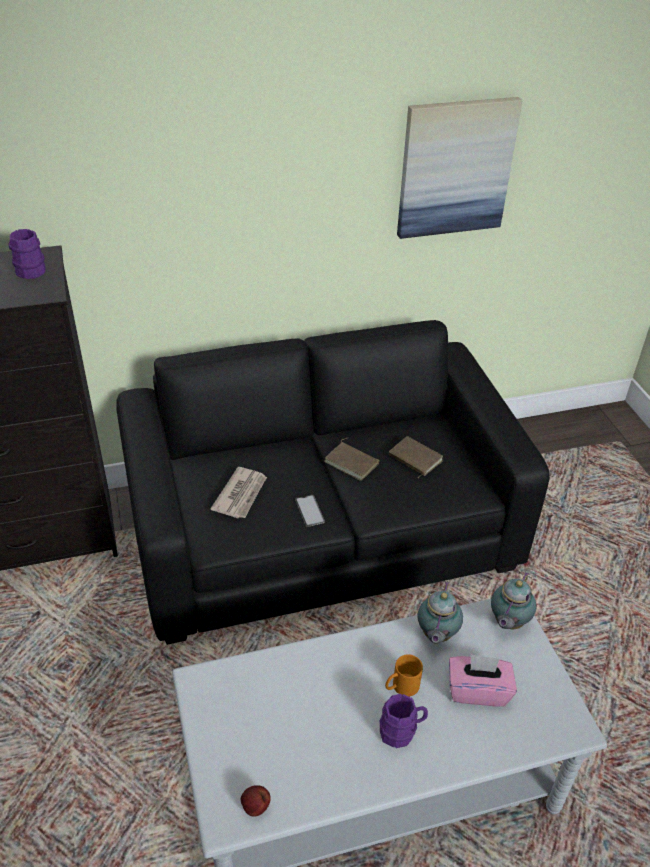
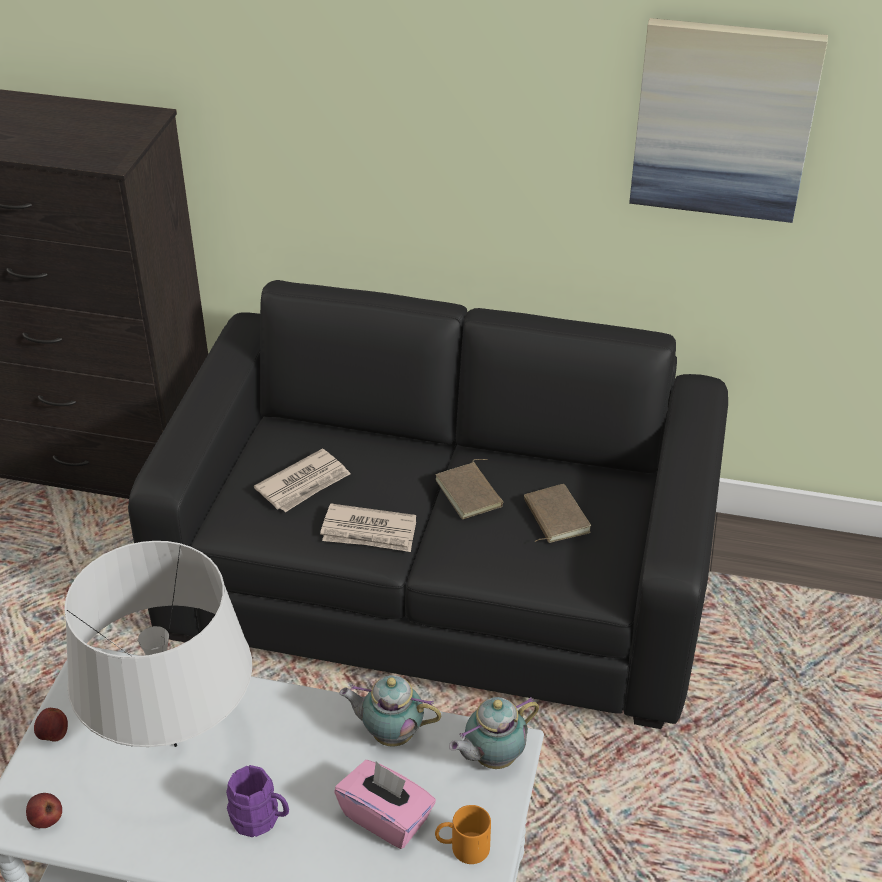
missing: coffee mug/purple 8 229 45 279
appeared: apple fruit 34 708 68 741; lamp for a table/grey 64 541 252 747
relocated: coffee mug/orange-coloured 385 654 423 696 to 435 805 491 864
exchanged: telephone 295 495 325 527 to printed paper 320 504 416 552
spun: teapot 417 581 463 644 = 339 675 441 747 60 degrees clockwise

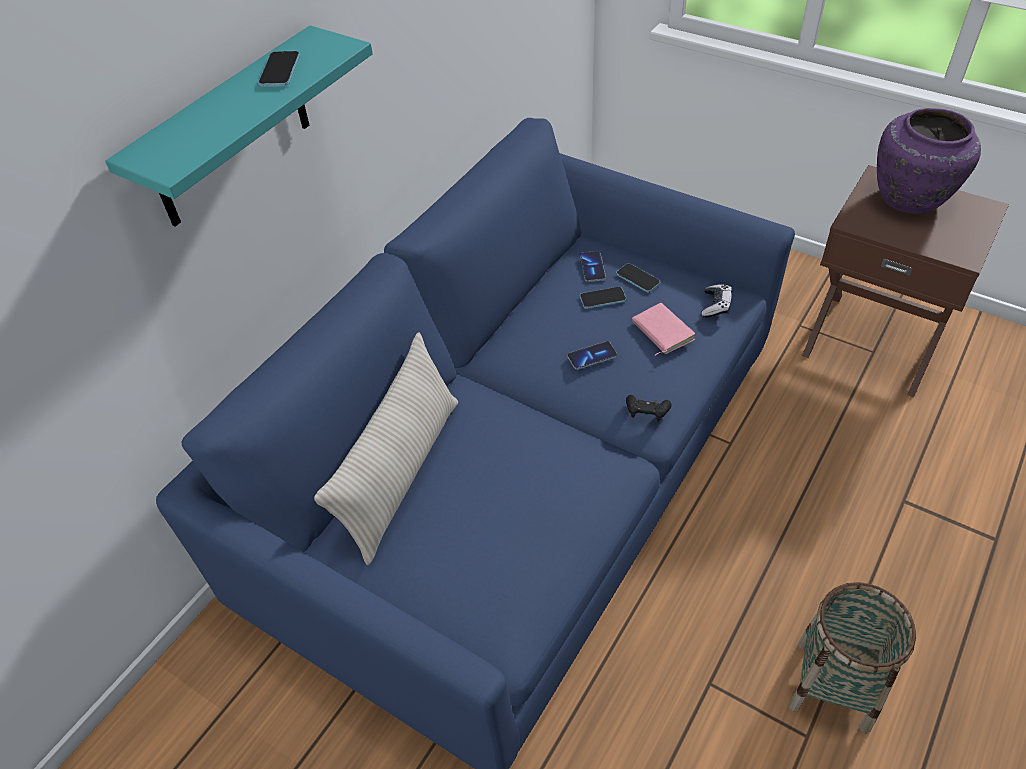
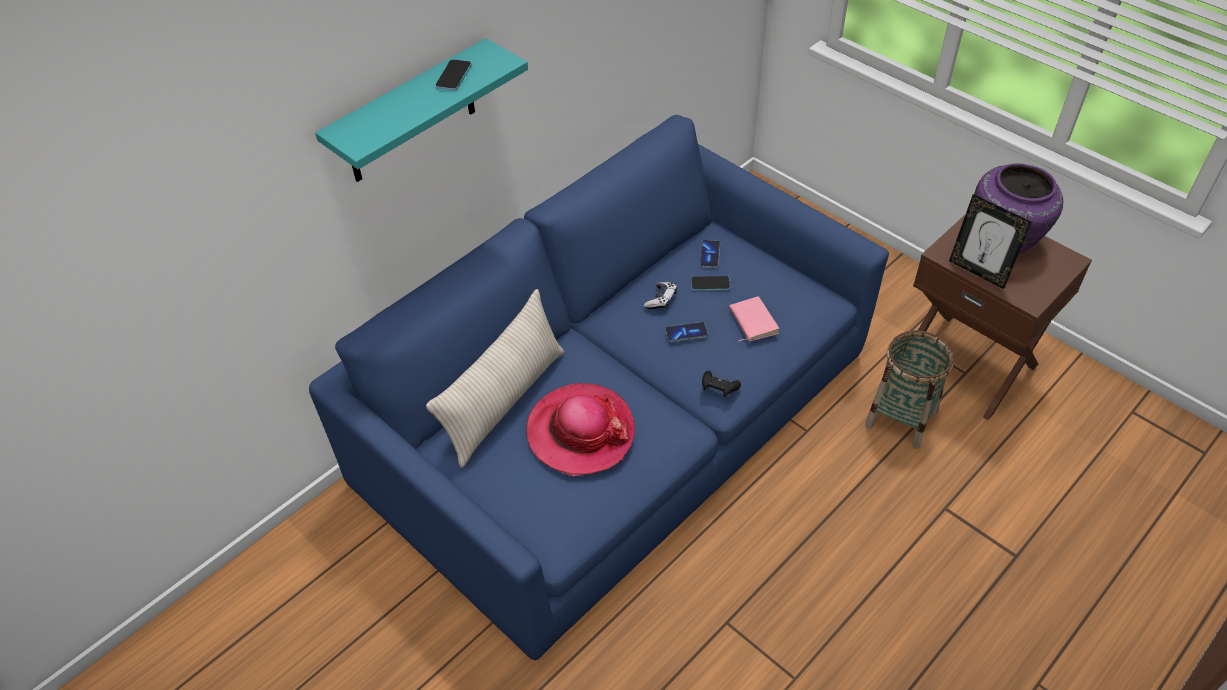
missing: telephone 616 263 660 293
appeared: hat 527 383 635 476; standing frame 949 194 1031 289
relocated: game controller 701 284 732 317 to 644 282 677 309; storage basket 788 582 916 734 to 865 330 954 449

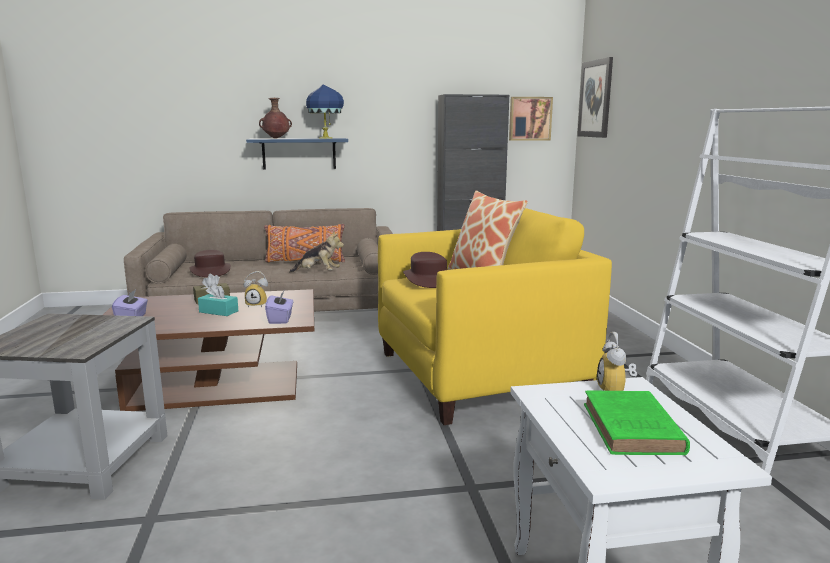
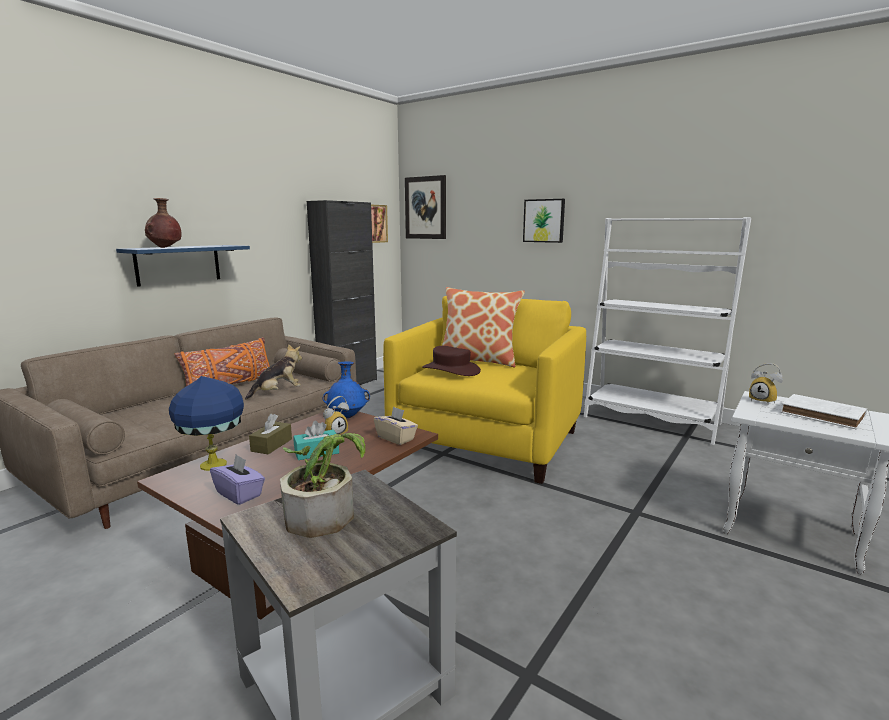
missing: hat/brownish 190 250 231 277
appeared: houseplant 280 433 365 538; vase/blue 323 361 370 418; wall art 523 199 565 243
relocated: lamp for a table/blue 306 84 344 139 to 169 376 244 471
colour: tissue box/purple 265 291 293 324 to tissue box/beige-coloured 374 406 418 445; book/greenish 584 390 690 455 to book/white-coloured 781 394 867 430

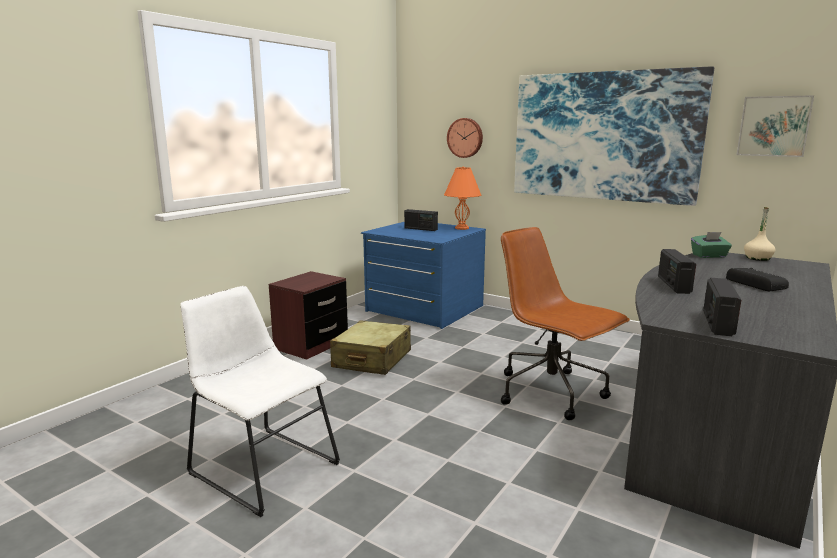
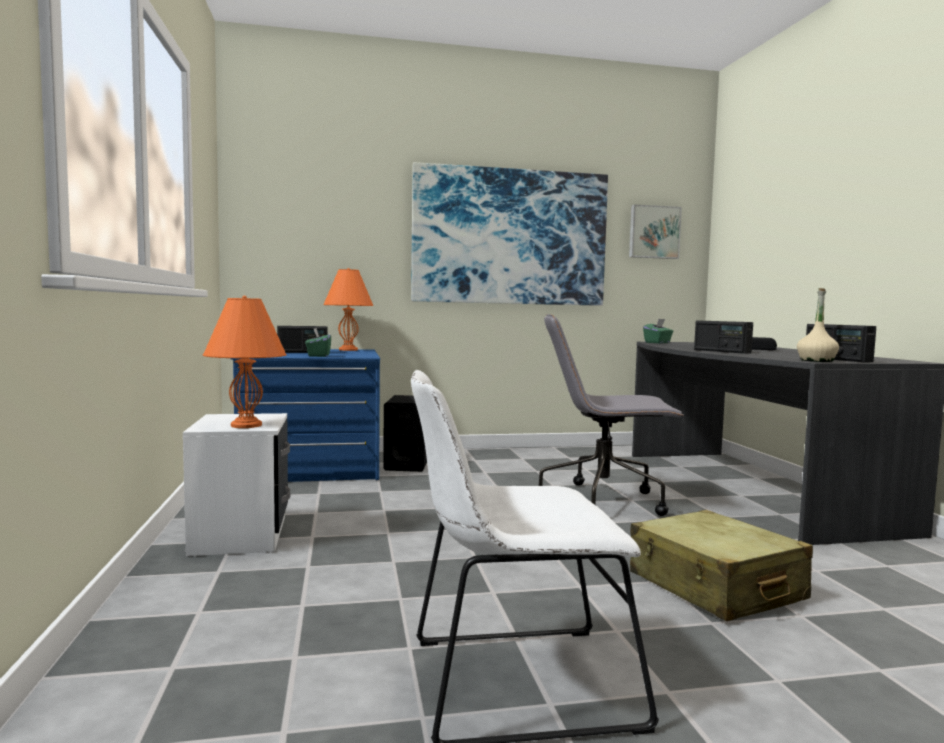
missing: clock on the wall 447 118 483 158
appeared: lamp for a table/orange-coloured 203 296 286 428; tissue box/greenish 305 328 331 357; speaker/blackish 383 395 427 472
relocated: travel case/beige-coloured 330 320 411 375 to 630 510 813 621; drink bottle/beige-coloured 744 207 775 261 to 797 288 839 362
colour: bedside table/brownish 269 271 348 360 to bedside table/white-coloured 183 413 290 556; computer chair/brownish 501 227 630 420 to computer chair/grey 539 314 684 516

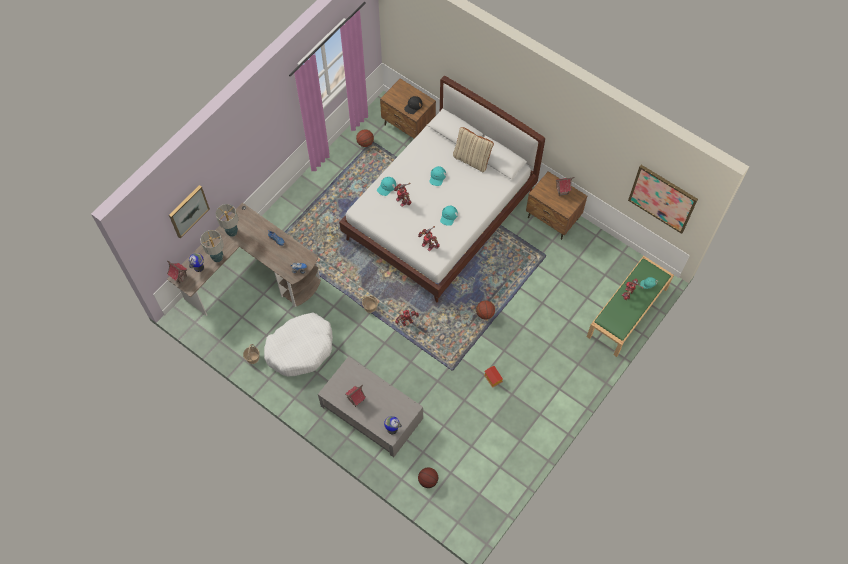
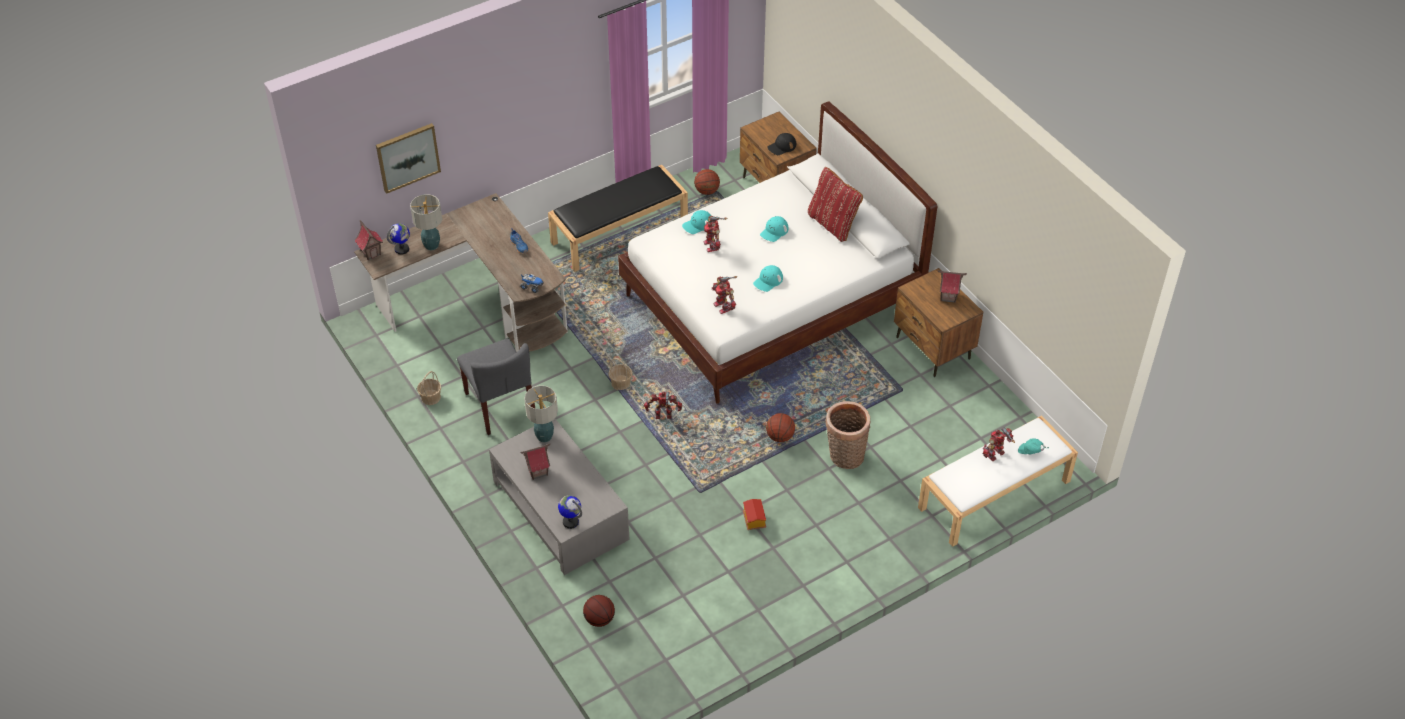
missing: wall art 628 165 698 234
appeared: long seat/blackish 548 165 688 272; storage basket 826 401 871 469
relocated: lamp for a table 215 204 239 237 to 524 385 558 442
exchanged: dog bed/white-coloured 264 312 333 376 to upright chair/grey 457 338 536 435
colour: cushion/beige-coloured 453 127 494 172 to cushion/red-coloured 808 167 863 242; long seat/greenish 587 256 674 357 to long seat/white-coloured 918 416 1078 547

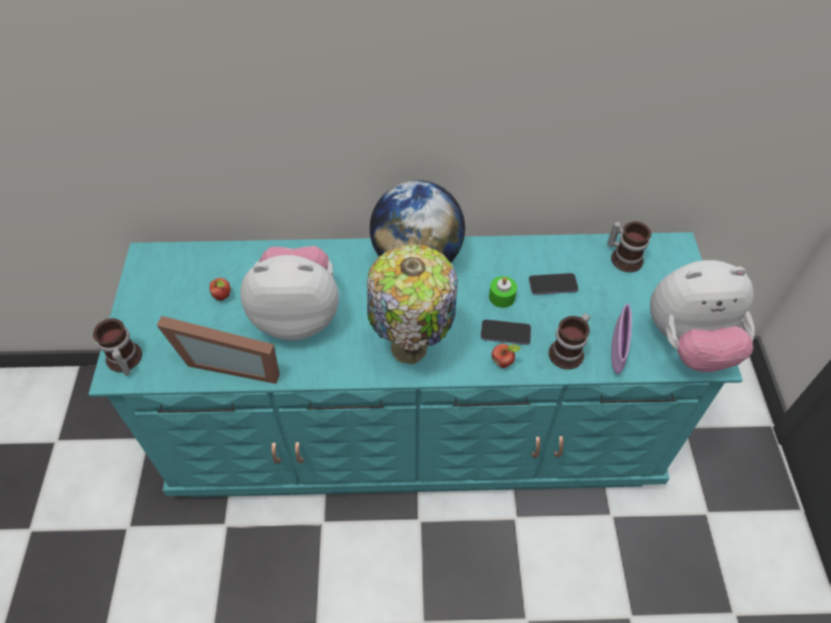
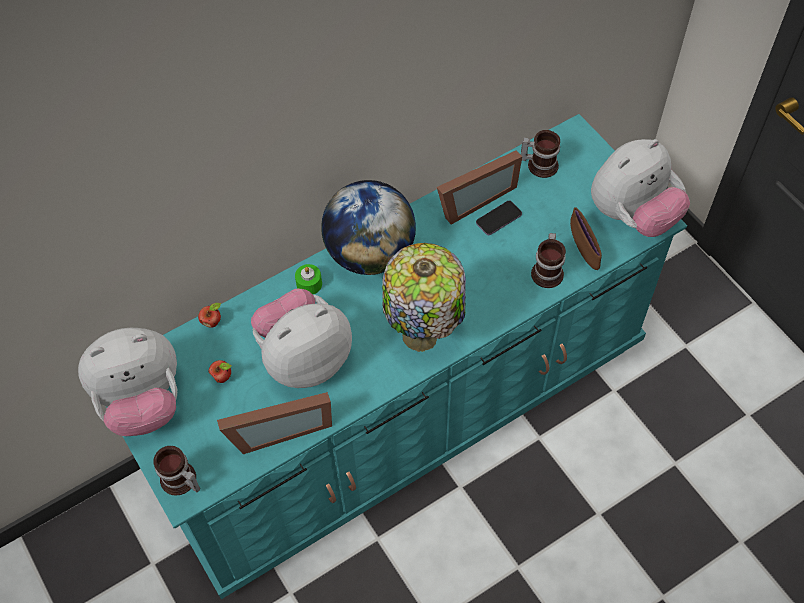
missing: telephone 481 319 531 345
appeared: cuddly toy 78 328 177 436; standing frame 437 150 522 225
relocated: candle/greenish 489 276 517 308 to 295 264 322 294; apple fruit 492 344 521 368 to 198 303 221 327
colour: serving bowl/purple 611 304 632 374 to serving bowl/brownish 570 207 602 270

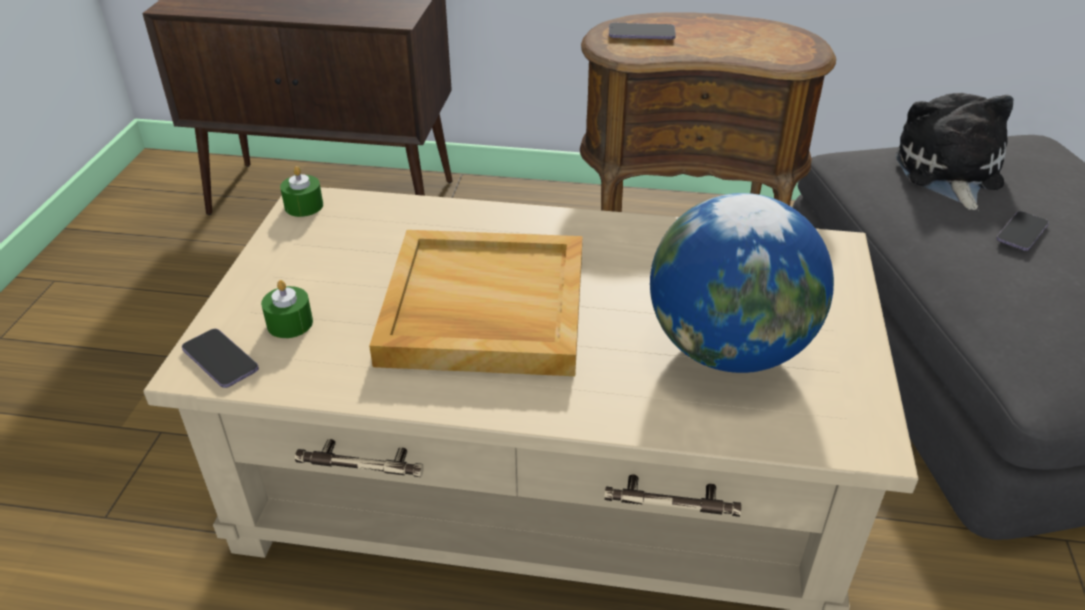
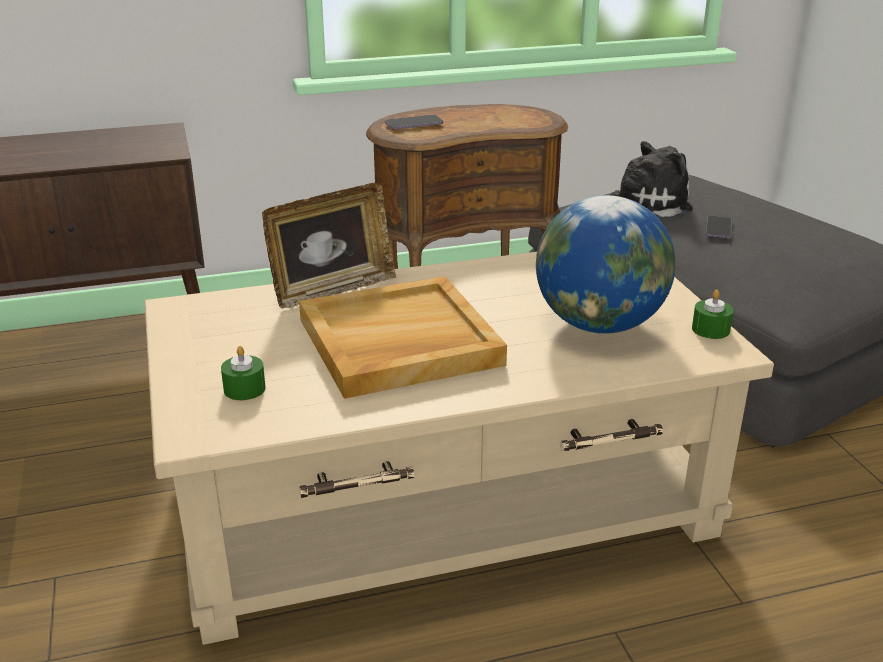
missing: telephone 182 329 259 388
appeared: standing frame 262 182 396 309
relocated: candle/greenish 280 166 323 217 to 692 290 733 339
spun: cuddly toy 895 93 1013 210 = 611 141 693 217 90 degrees clockwise

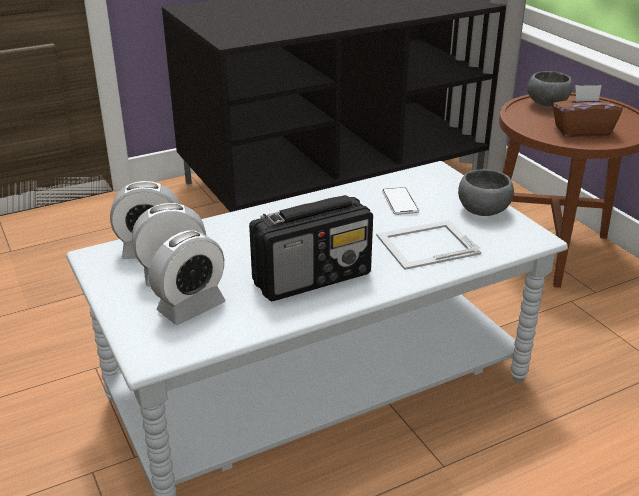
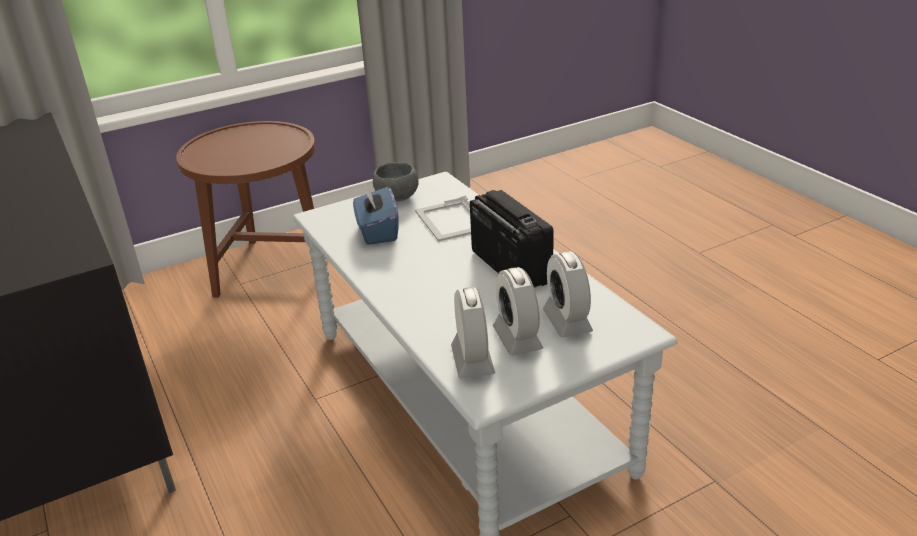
missing: serving bowl/grey 527 71 572 106; tissue box/brownish 552 85 623 137
exchanged: telephone 382 187 419 215 to tissue box/blue 353 184 398 245
spun: bedside clock 149 231 225 325 = 543 251 593 338 150 degrees counterclockwise

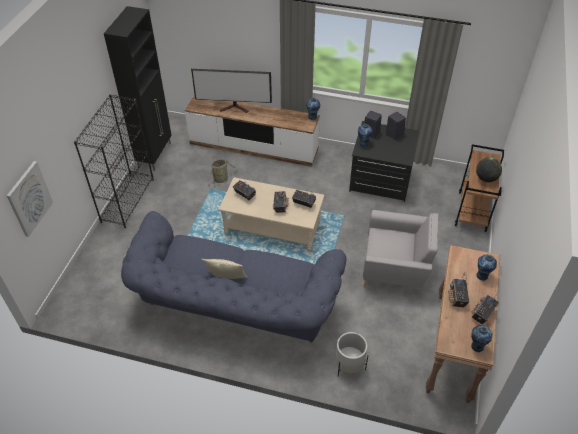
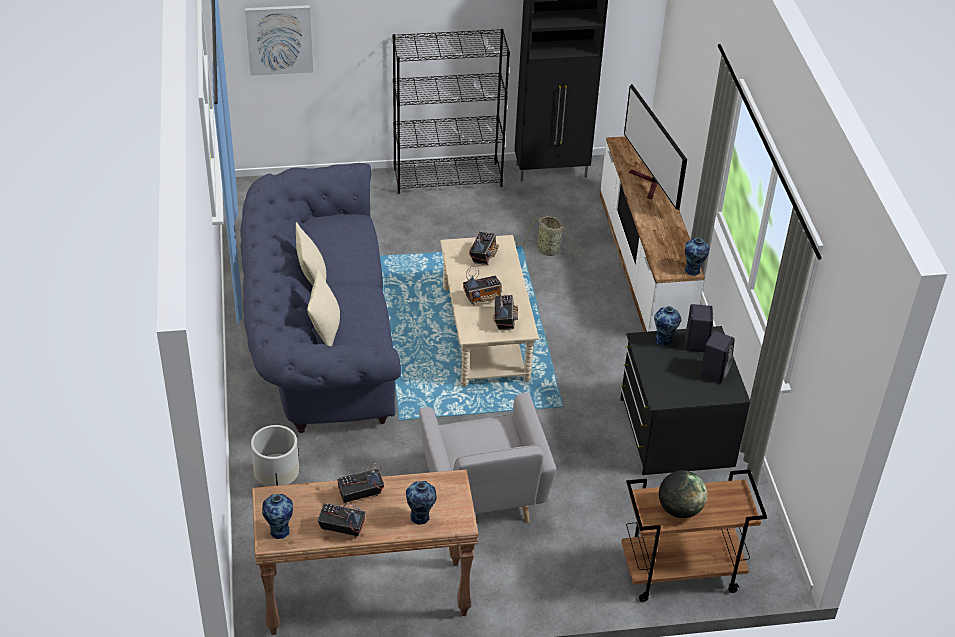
appeared: cushion/beige-coloured 307 269 340 346

